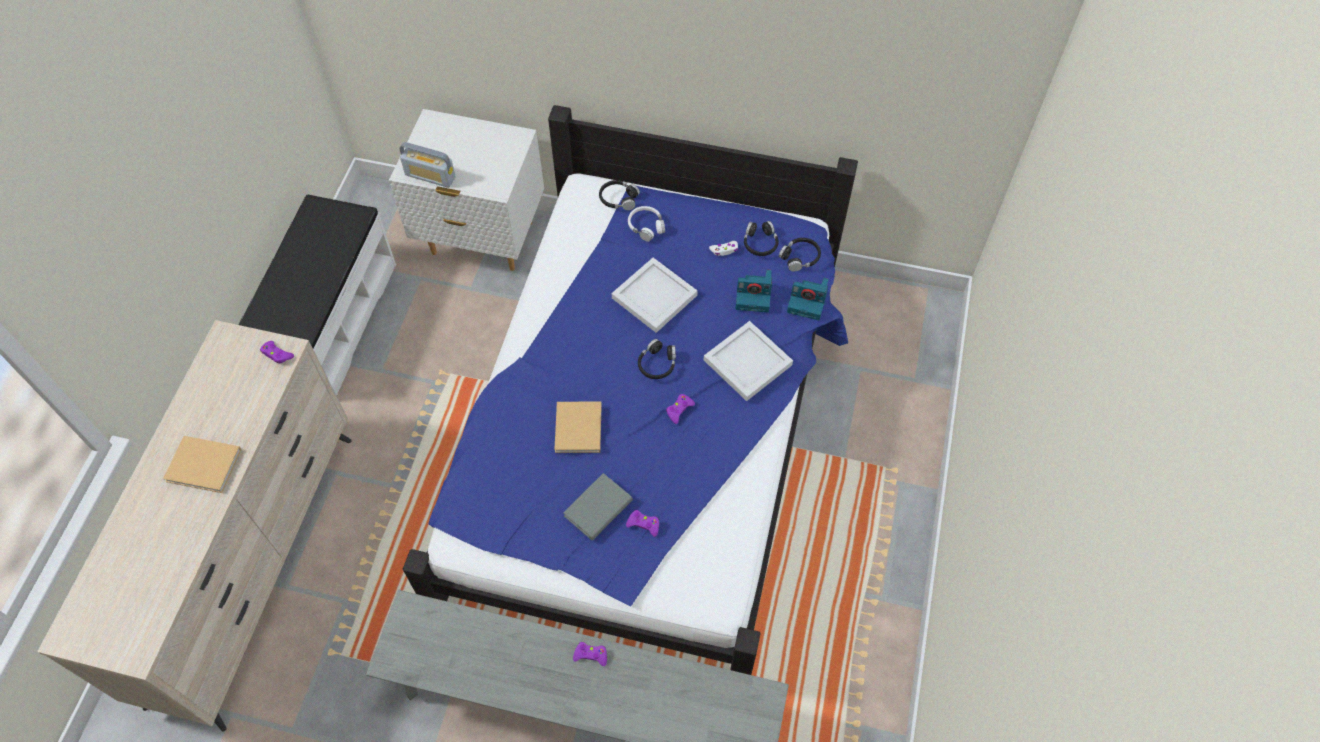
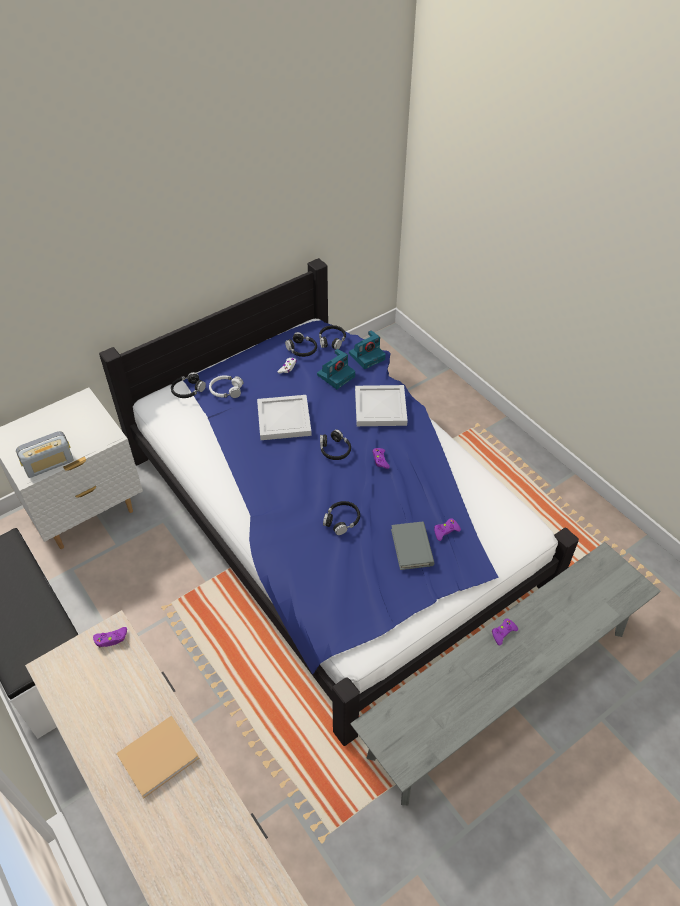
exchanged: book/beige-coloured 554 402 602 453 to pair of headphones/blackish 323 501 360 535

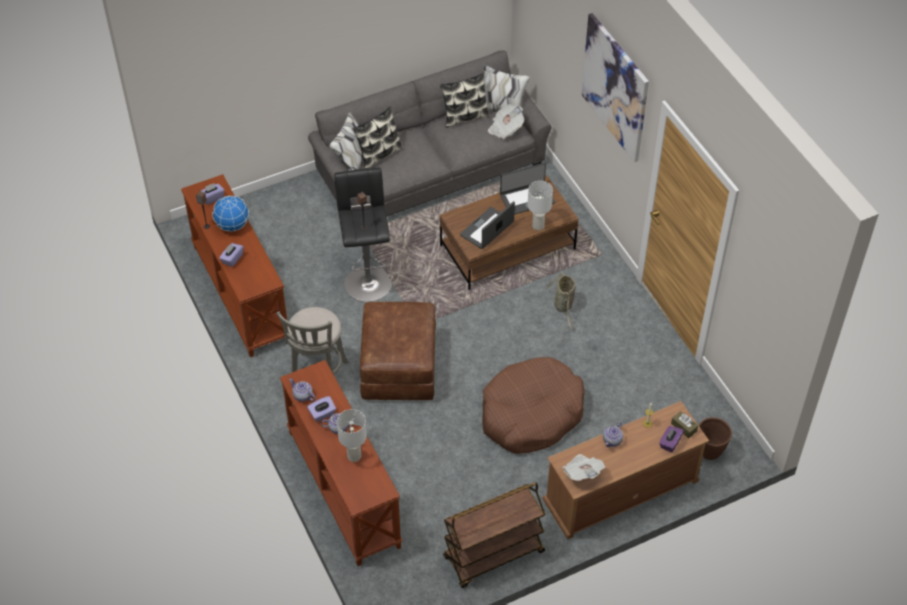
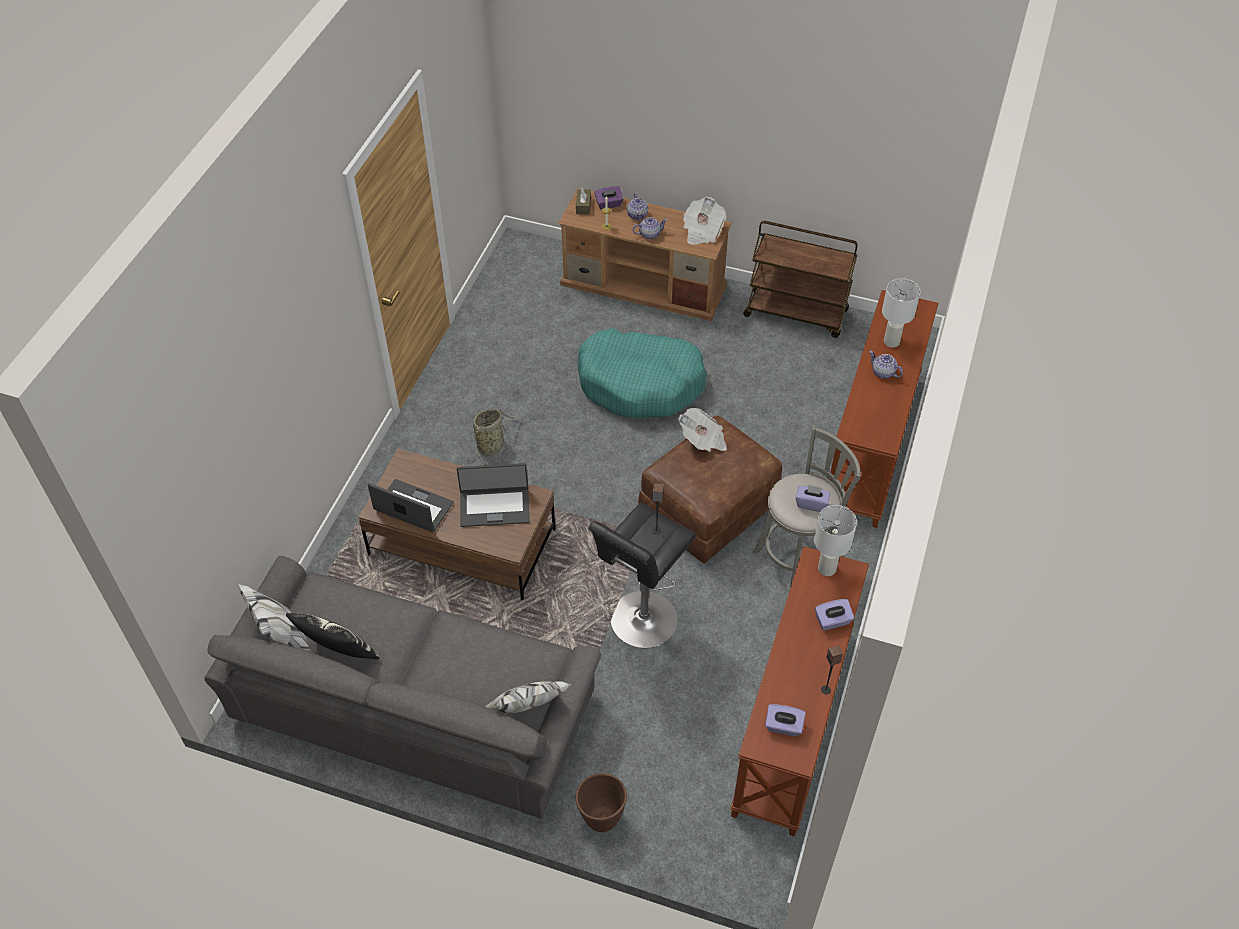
missing: desk globe 212 196 249 231; cushion 352 106 403 169; wall art 581 13 649 162
relocated: teapot 289 379 315 402 to 627 193 648 221; tissue box/purple 307 396 336 422 to 796 484 830 512; printed paper 488 104 524 139 to 678 408 727 452; lamp for a table/white-coloured 528 181 553 230 to 814 505 857 576; plant pot/brownish 699 417 732 460 to 576 773 627 832
colour: dog bed/brownish 482 357 585 454 to dog bed/blue-green 577 328 707 418

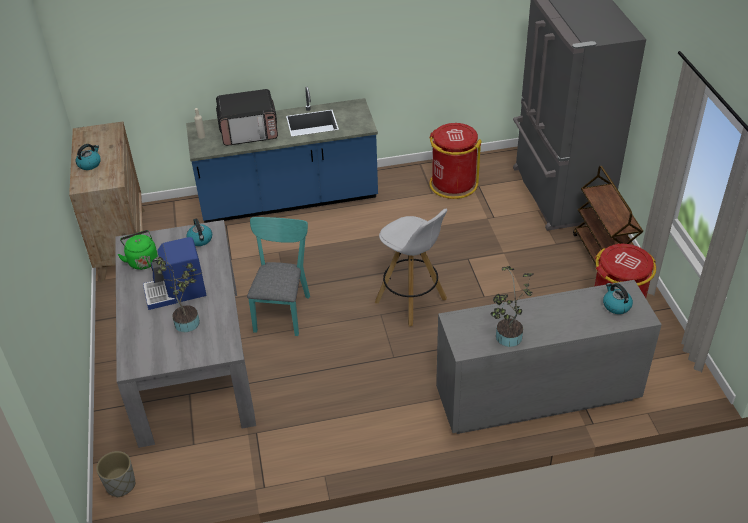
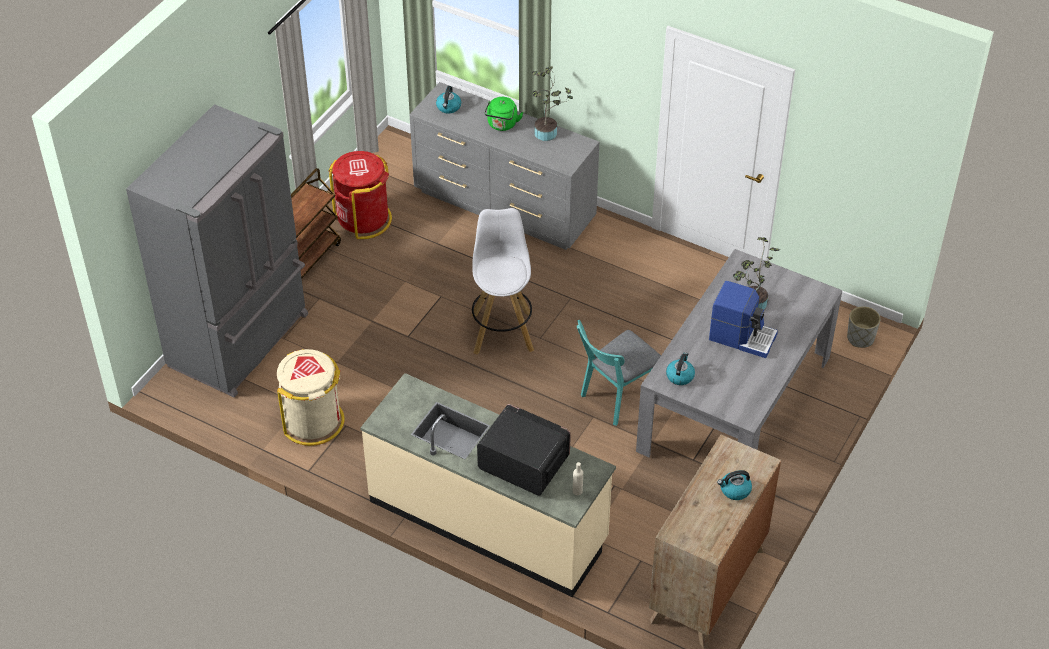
relocated: water kettle/greenish 118 230 158 270 to 484 97 523 131
colour: kitchen base unit/blue 186 87 378 223 to kitchen base unit/beige-coloured 360 373 616 597; trash can/red-coloured 429 123 482 199 to trash can/beige-coloured 277 349 344 446

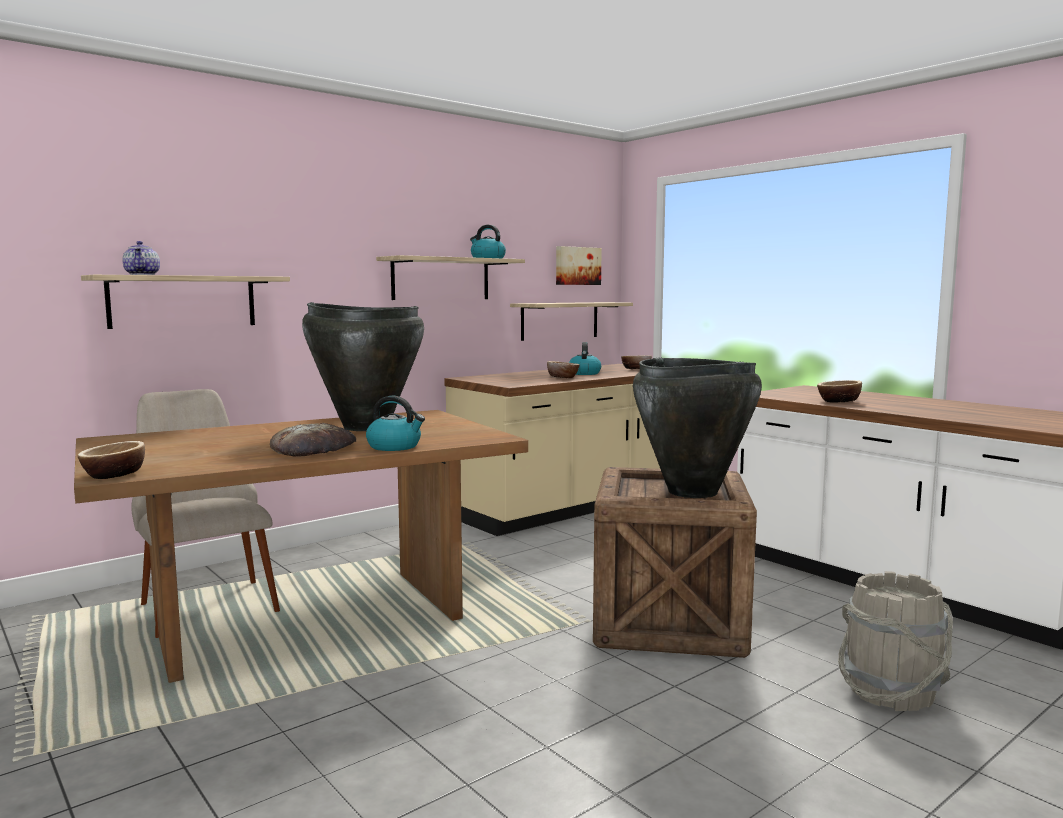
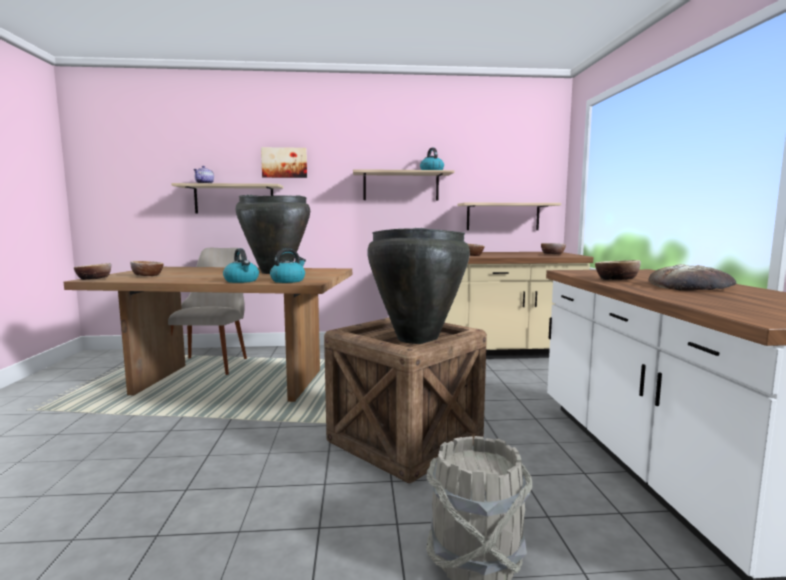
appeared: serving bowl 130 261 164 276
relocated: bakery bread 270 423 356 457 to 649 264 737 291; wall art 556 246 602 285 to 261 147 307 178; water kettle 569 342 601 375 to 270 248 306 283

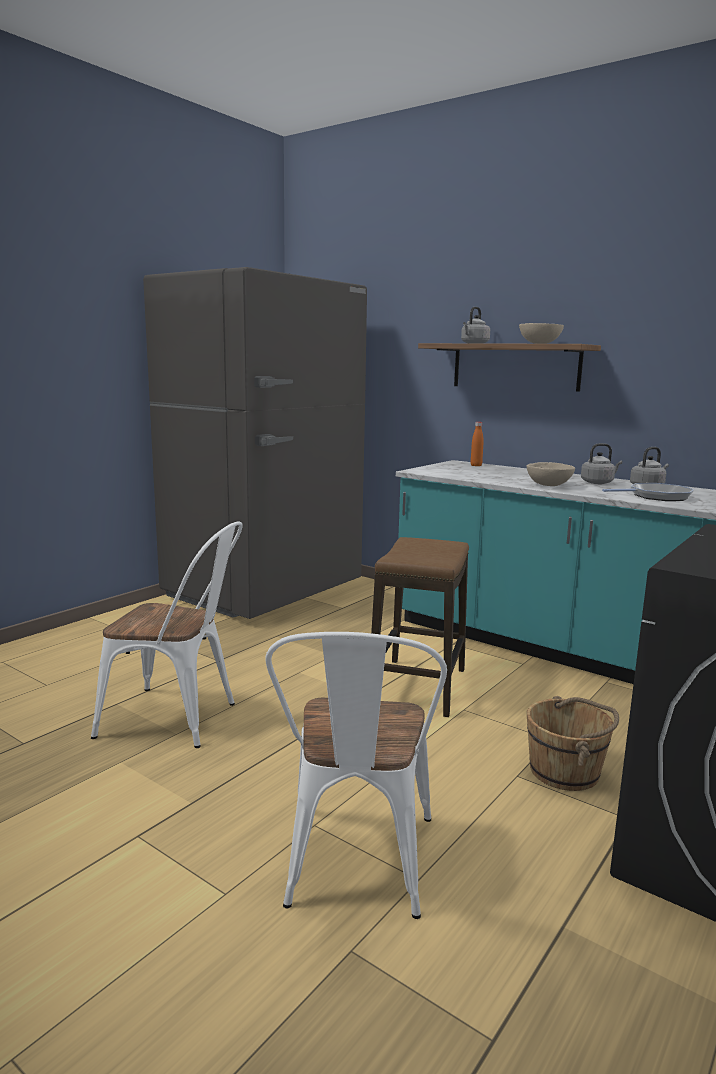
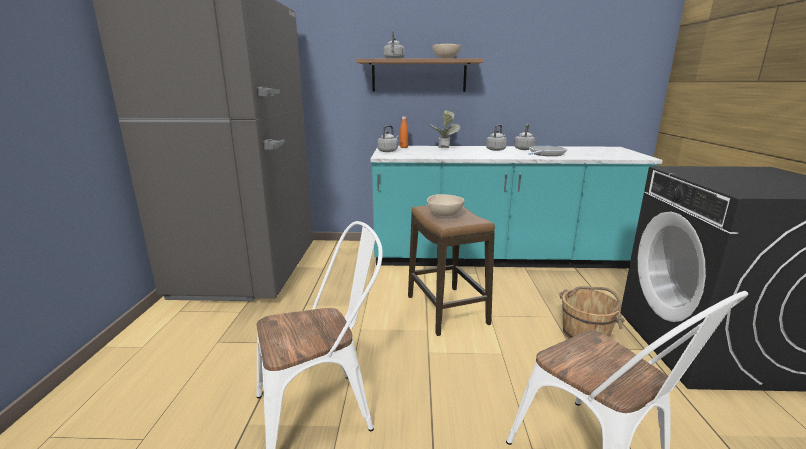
appeared: water kettle/grey 377 125 399 152; houseplant 430 110 460 148
relocated: serving bowl/beige-coloured 526 462 575 486 to 427 194 464 216

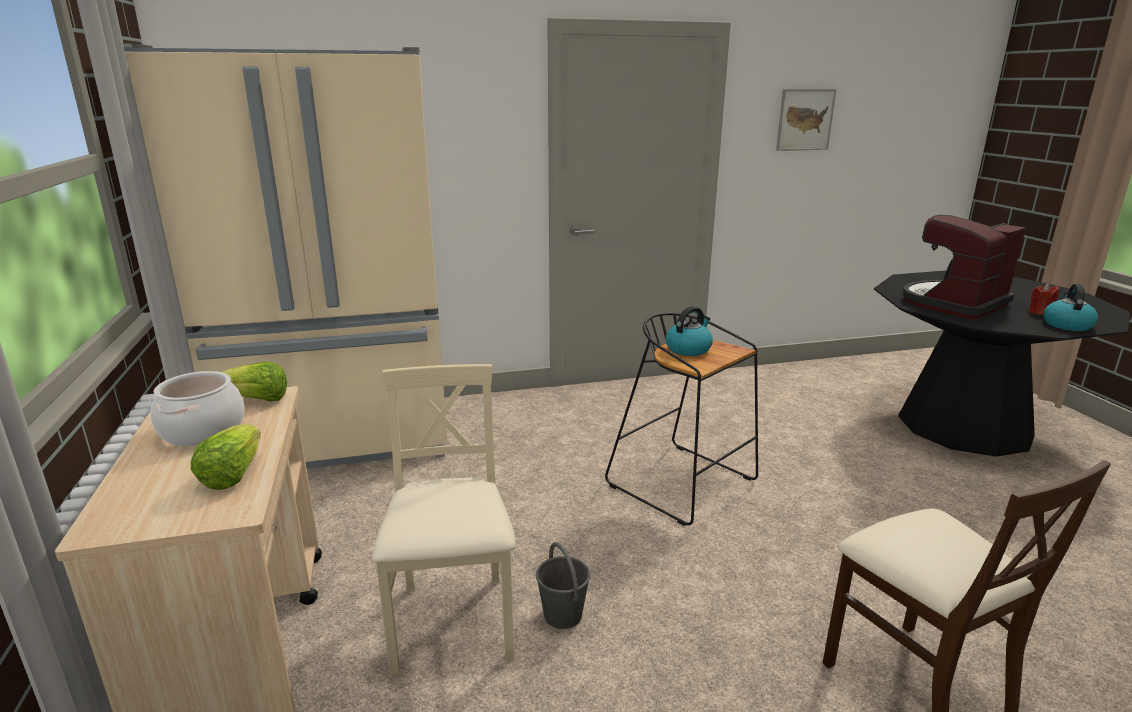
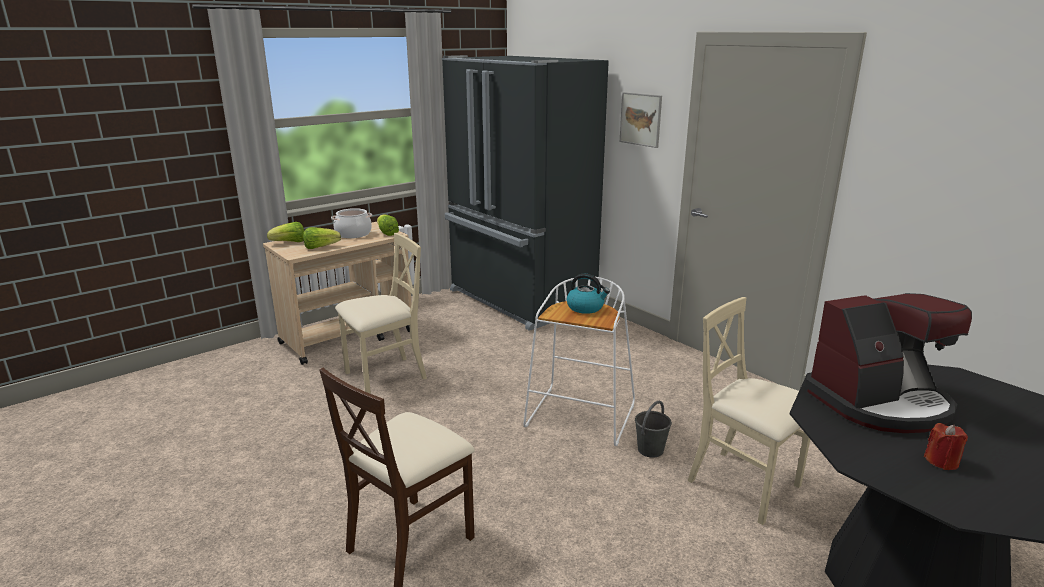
missing: water kettle 1044 284 1098 331
appeared: head of lettuce 267 222 304 242; upright chair/beige-coloured 687 297 810 525
relocated: water bucket/grey 536 542 590 629 to 635 401 672 458; wall art 776 89 836 151 to 620 92 662 148
colour: kitchen fridge/beige-coloured 123 43 448 469 to kitchen fridge/blackish 442 55 609 331; stool/blackish 605 313 758 526 to stool/white-coloured 523 277 635 446
spun: coffee maker 902 215 1026 319 = 805 293 972 433 135 degrees clockwise

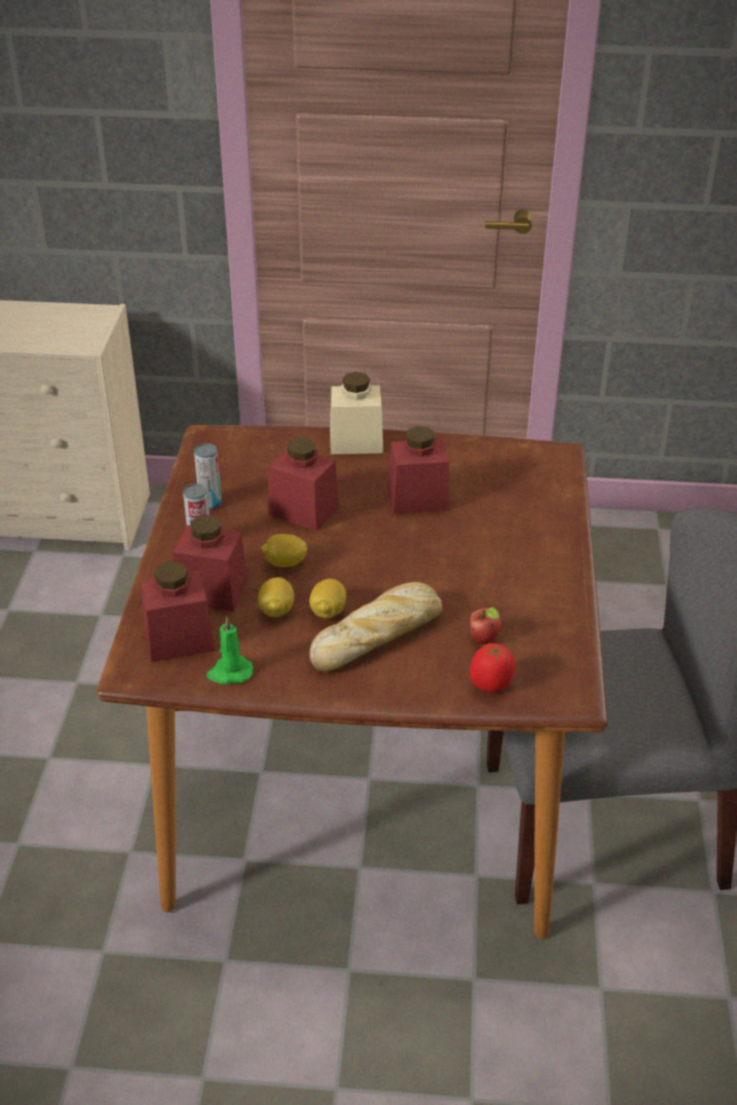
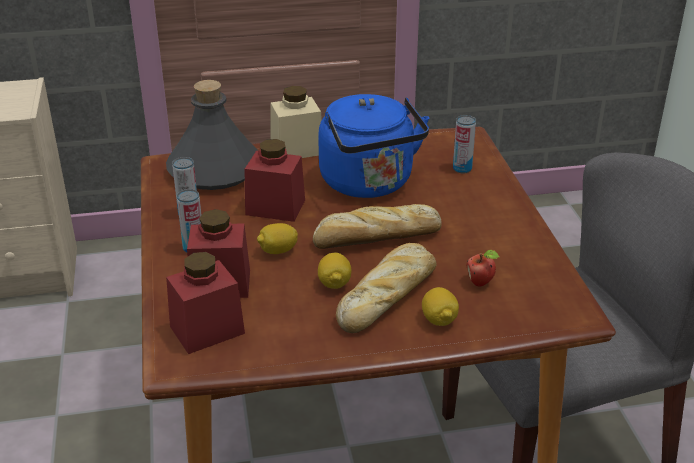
missing: candle/greenish 207 616 253 684; fresh tomato 470 643 516 692
appeared: drink bottle/grey 166 80 258 190; bakery bread 313 204 442 249; metal can 453 115 476 173
relocated: lemon 258 577 294 617 to 422 287 459 326
exchanged: storage jar/red-coloured 388 426 449 514 to water kettle/blue 318 94 429 198

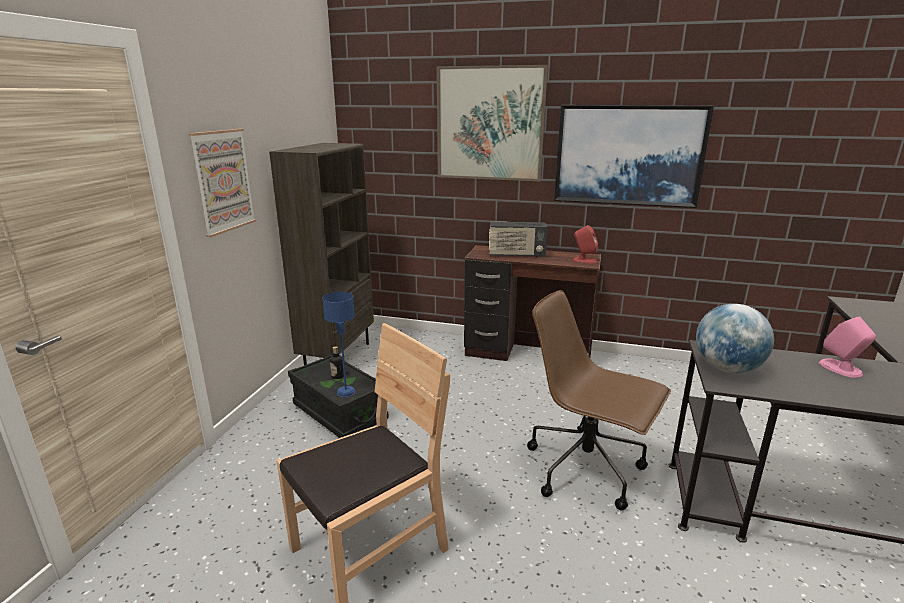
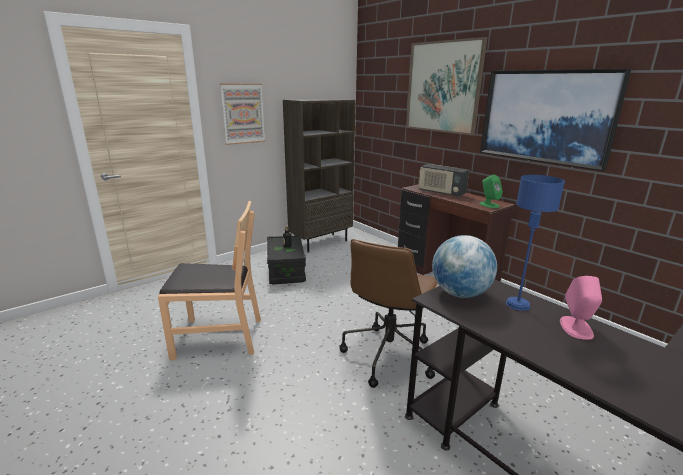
relocated: lamp for a table/blue 322 292 355 397 to 506 175 565 311
colour: speaker/red-coloured 573 225 598 264 to speaker/greenish 479 175 503 208
spun: computer chair/brownish 527 290 671 510 = 340 239 438 388 135 degrees counterclockwise

